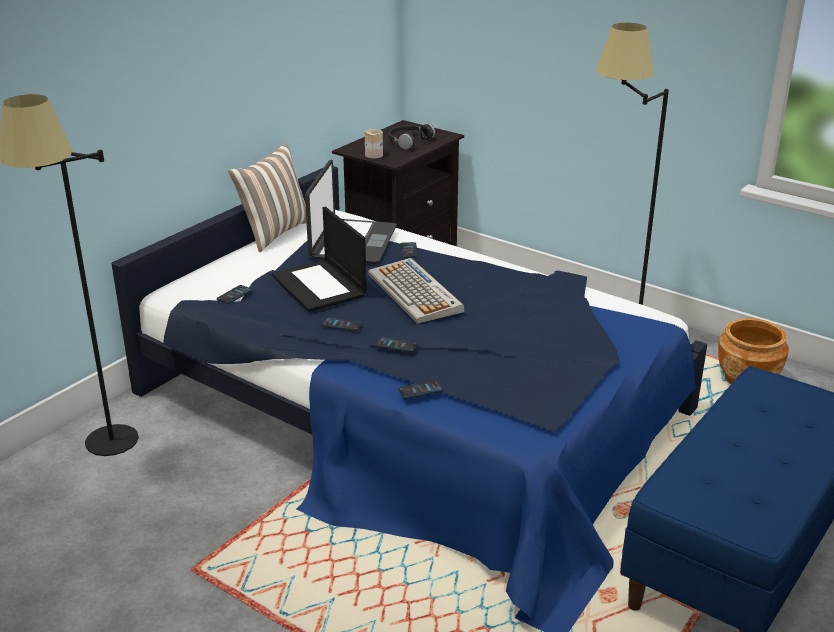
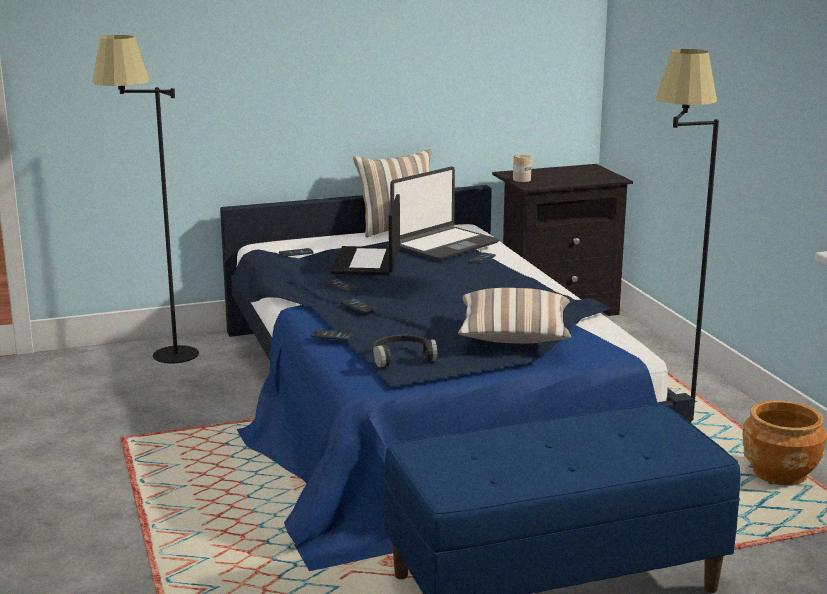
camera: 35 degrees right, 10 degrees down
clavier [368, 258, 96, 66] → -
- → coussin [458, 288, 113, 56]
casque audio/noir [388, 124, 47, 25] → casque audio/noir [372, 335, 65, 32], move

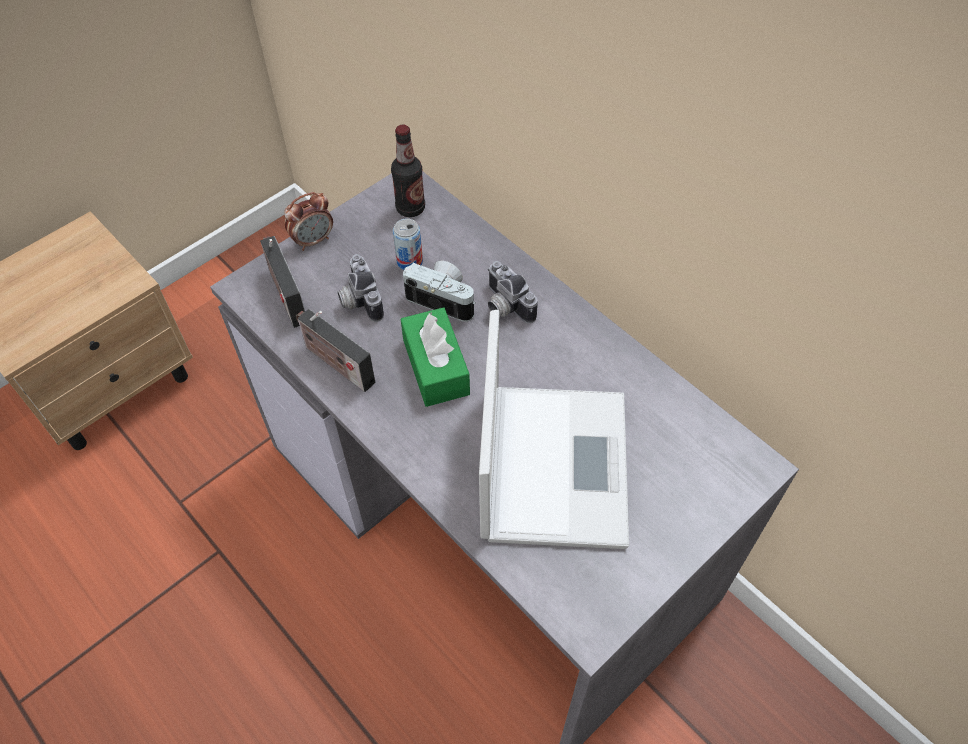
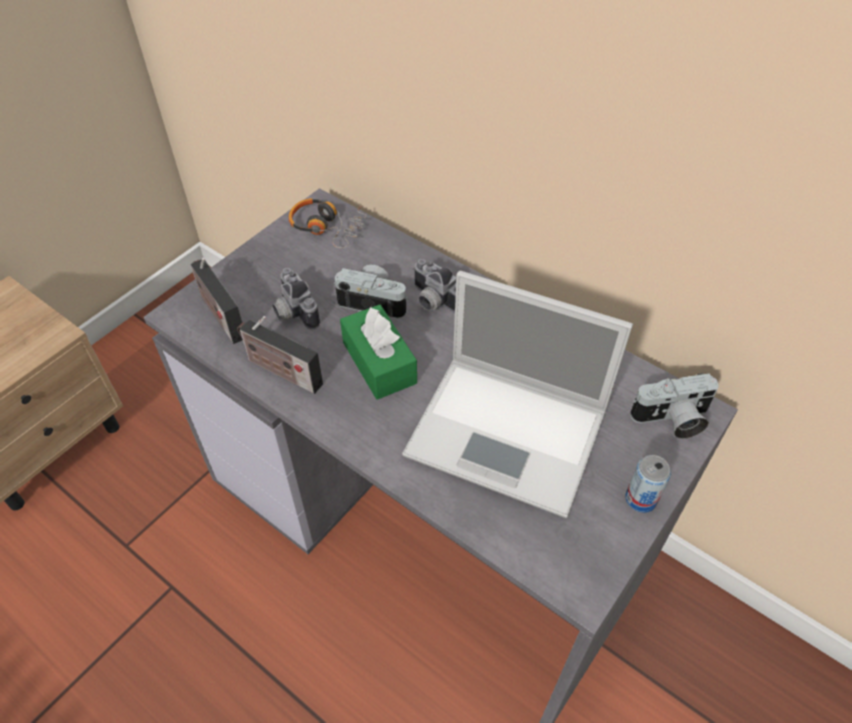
camera: 10 degrees left, 5 degrees down
réveil [284, 192, 49, 59] → -
- → appareil photo [630, 373, 89, 66]
boîte métallique [393, 218, 30, 52] → boîte métallique [625, 455, 46, 58], move
bouteille [391, 124, 34, 93] → casque audio [289, 198, 77, 50]
ordinateur portable [479, 310, 150, 239] → ordinateur portable [402, 271, 231, 247], 120 degrees clockwise

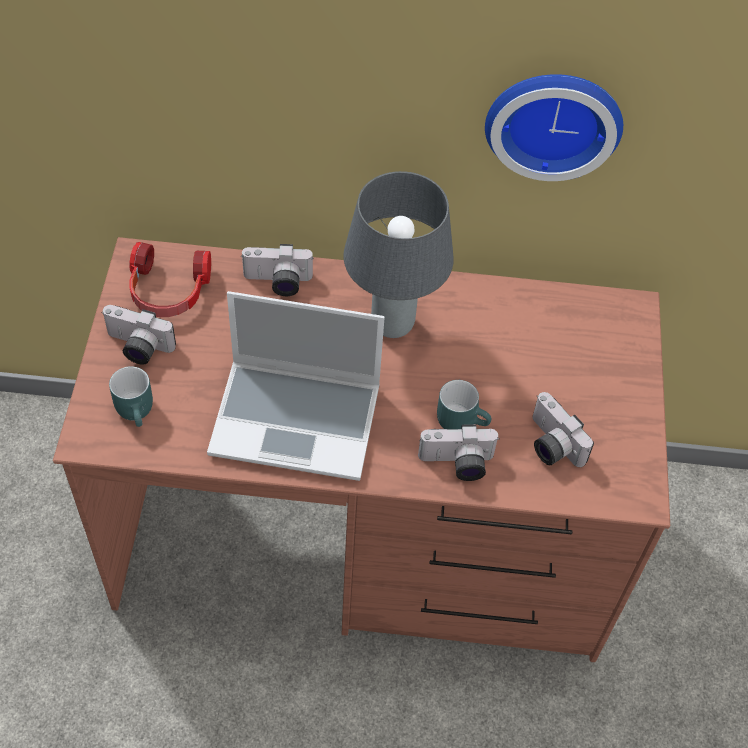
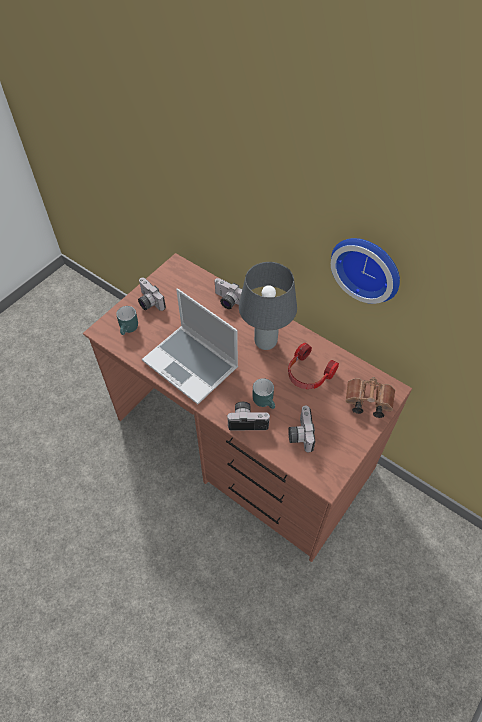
camera: 35 degrees right, 0 degrees up
- → jumelles/marron [346, 377, 49, 41]
casque audio [129, 242, 82, 75] → casque audio [288, 343, 51, 46], move
appareil photo [418, 424, 82, 57] → appareil photo [227, 402, 43, 29], 150 degrees clockwise

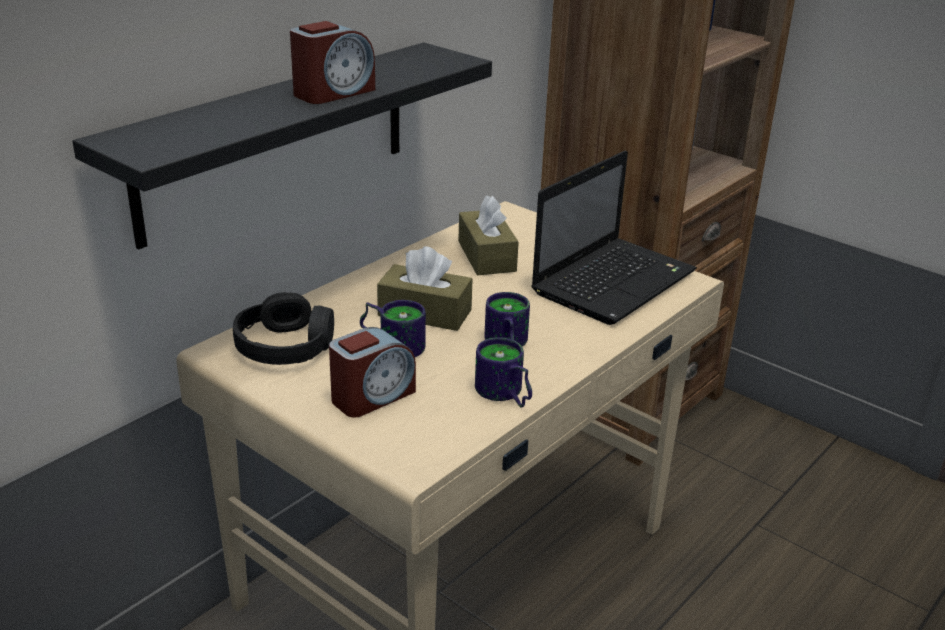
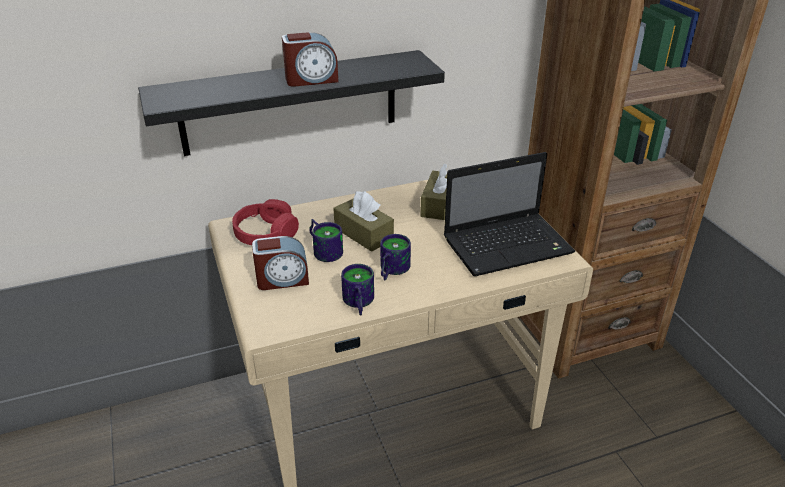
camera: 30 degrees right, 5 degrees up
casque audio/noir [233, 292, 101, 73] → casque audio/rouge [232, 199, 67, 46]

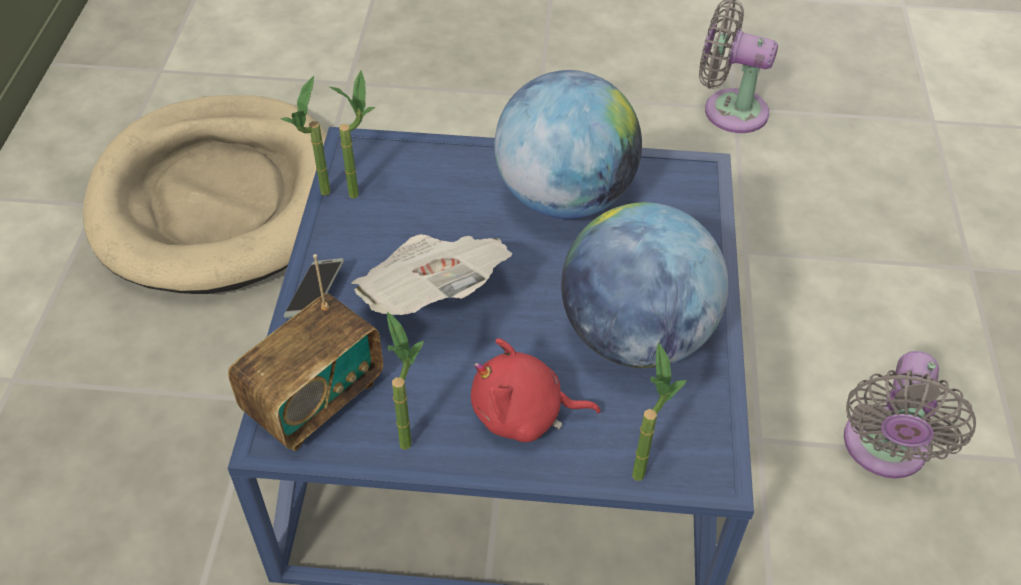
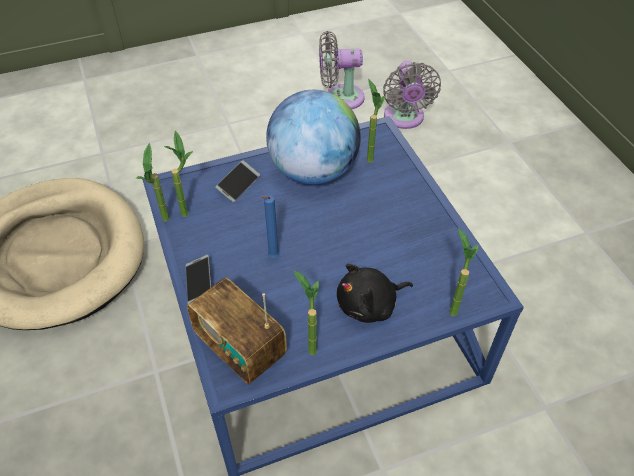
camera: 25 degrees left, 0 degrees up
globe [561, 202, 167, 166] → -
- → téléphone [215, 160, 45, 42]
- → plante en pot [367, 79, 19, 84]
ventilateur/gris [844, 351, 132, 127] → ventilateur/gris [383, 61, 58, 68], move
journal [351, 234, 161, 81] → bougie/bleu [260, 196, 19, 62]
peluche/rouge [471, 338, 129, 104] → peluche/noir [337, 264, 76, 59]
radio [228, 254, 155, 197] → radio [187, 277, 100, 107], 120 degrees clockwise

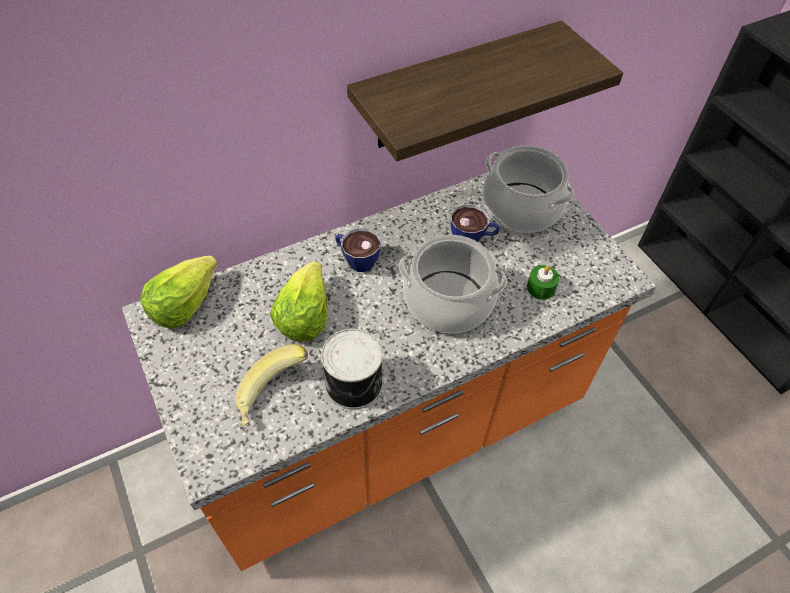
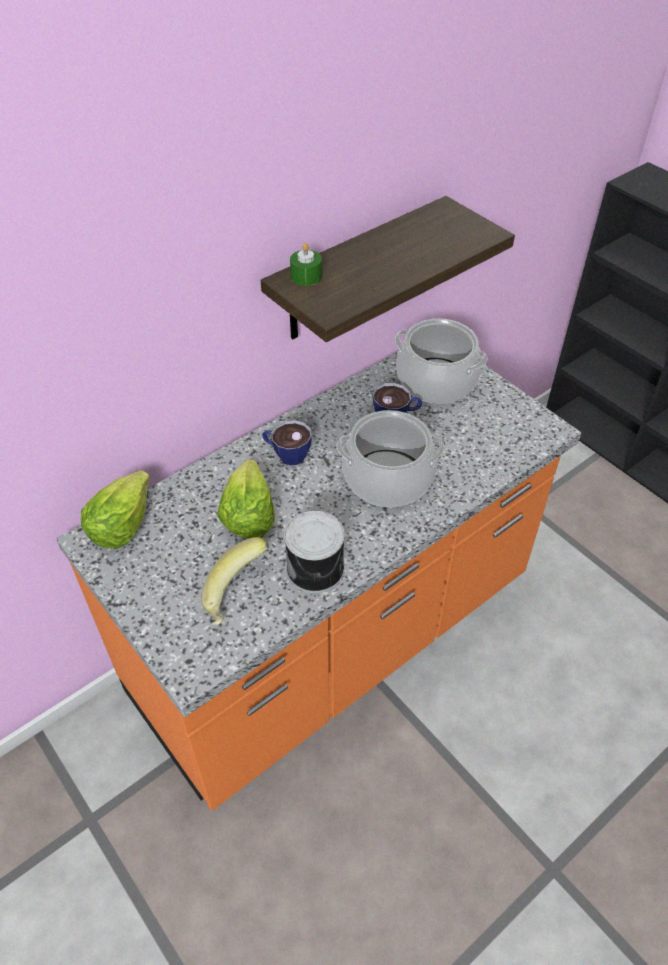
camera: 10 degrees left, 5 degrees down
bougie/vert [527, 265, 32, 35] → bougie/vert [290, 243, 32, 43], move

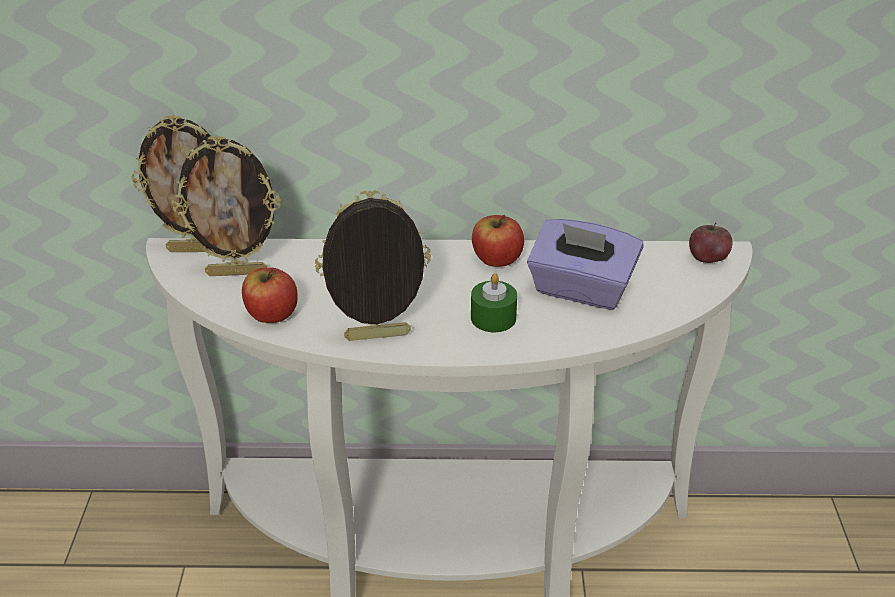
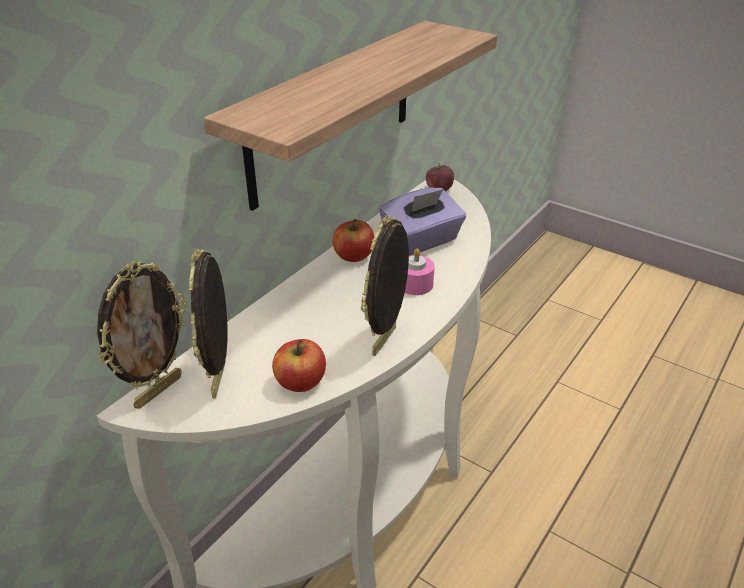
camera: 55 degrees left, 0 degrees up
- → étagère [204, 21, 293, 190]
bougie/vert [471, 273, 46, 59] → bougie/rose [405, 249, 30, 46]
cadre photo [171, 135, 110, 141] → cadre photo [189, 249, 38, 150], 150 degrees clockwise

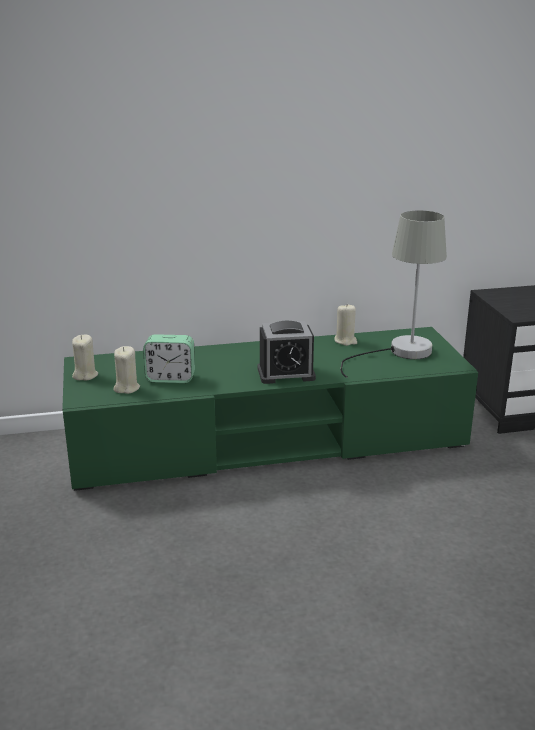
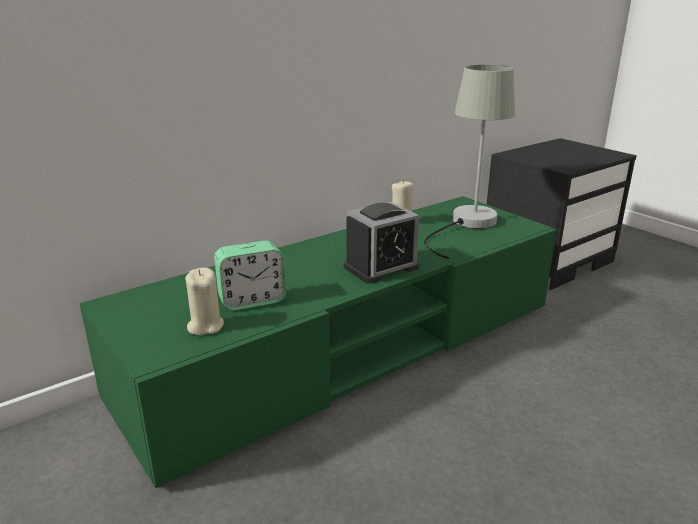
camera: 25 degrees left, 0 degrees up
bougie/beige [72, 335, 26, 46] → -

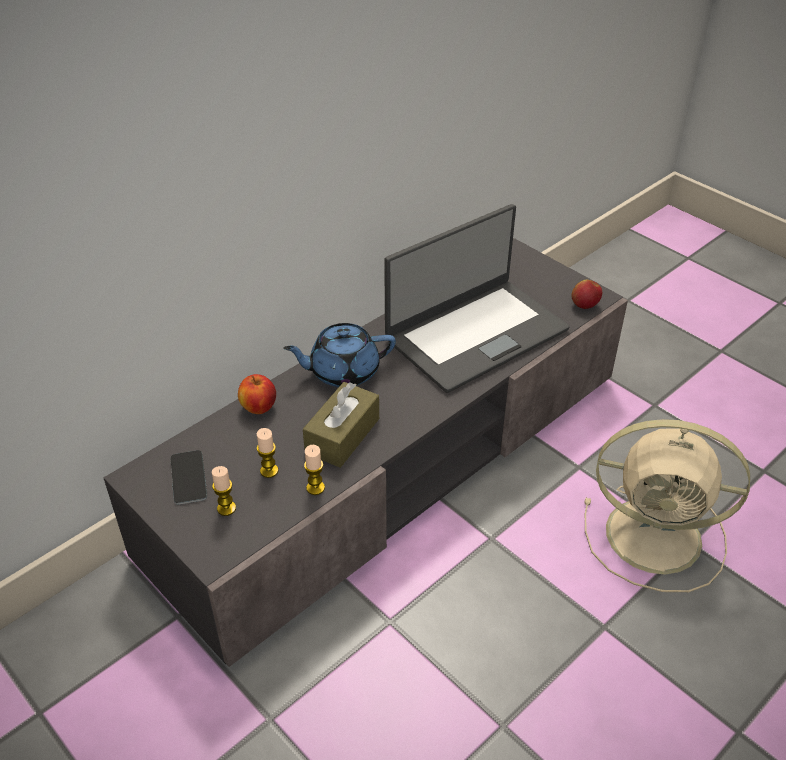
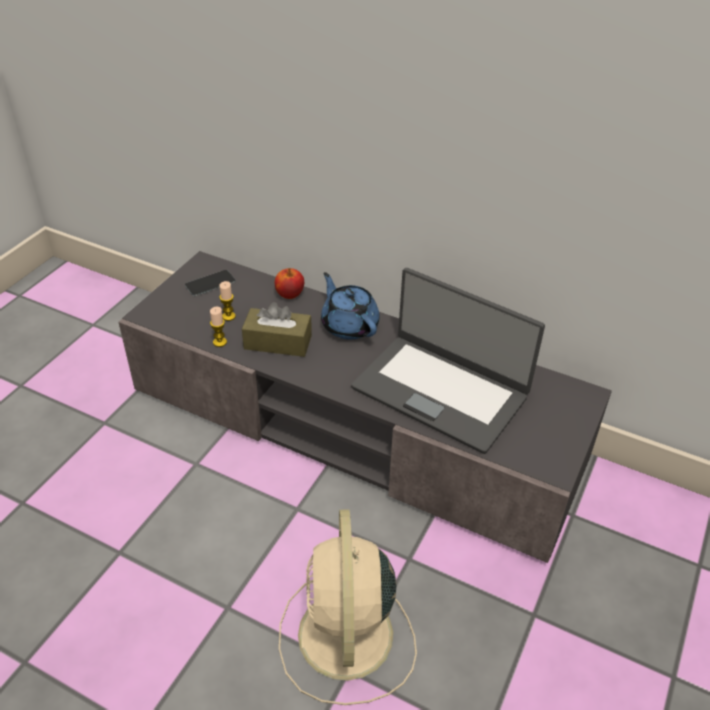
camera: 70 degrees right, 0 degrees up
bougie [212, 466, 24, 50] → -
pomme [571, 280, 31, 29] → -

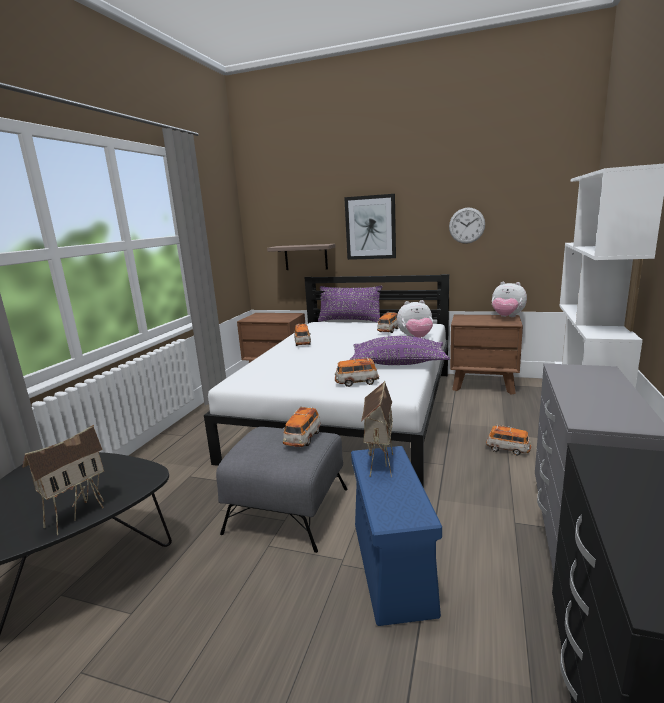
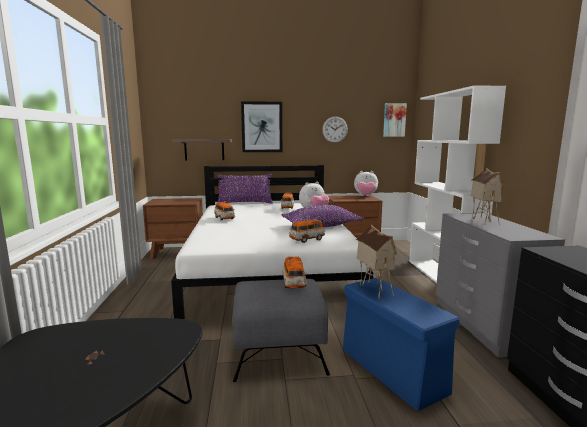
camera: 25 degrees left, 5 degrees down
petite voiture [486, 425, 45, 30] → -
- → tableau [383, 103, 24, 34]
maison miniature [23, 425, 81, 110] → maison miniature [470, 168, 34, 57], move

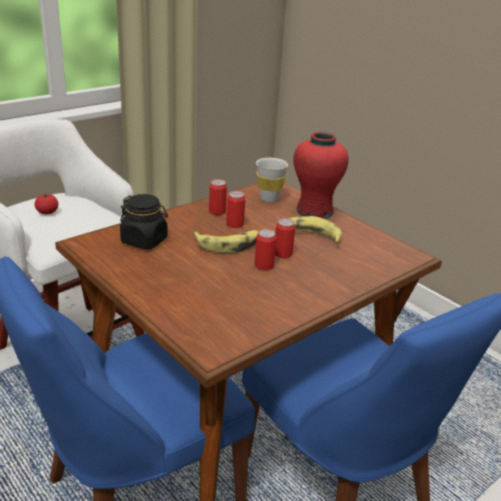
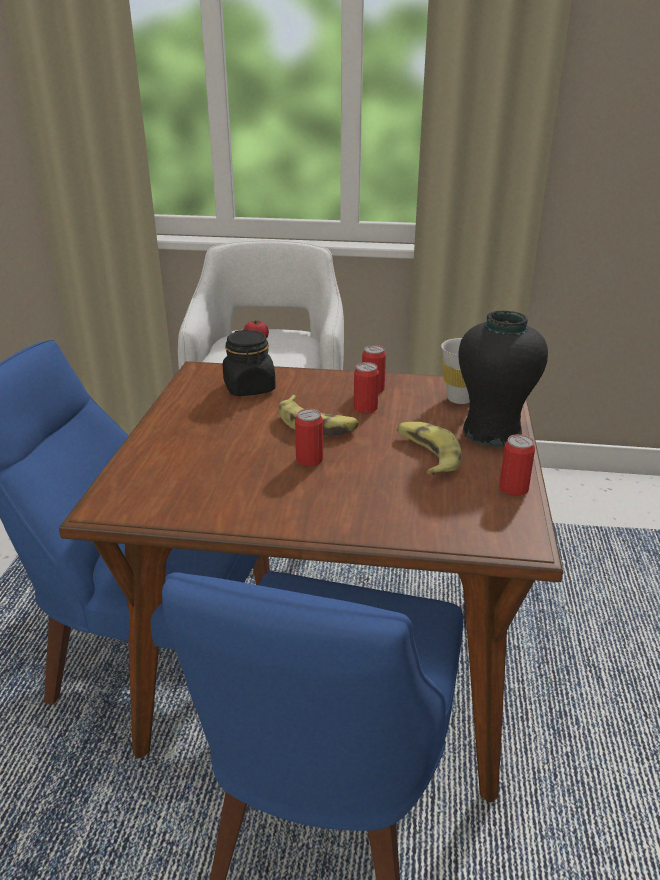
camera: 50 degrees right, 0 degrees up
boîte métallique [275, 218, 20, 40] → boîte métallique [499, 434, 36, 62], move
vase/rouge [293, 132, 56, 87] → vase/noir [459, 311, 89, 136]

